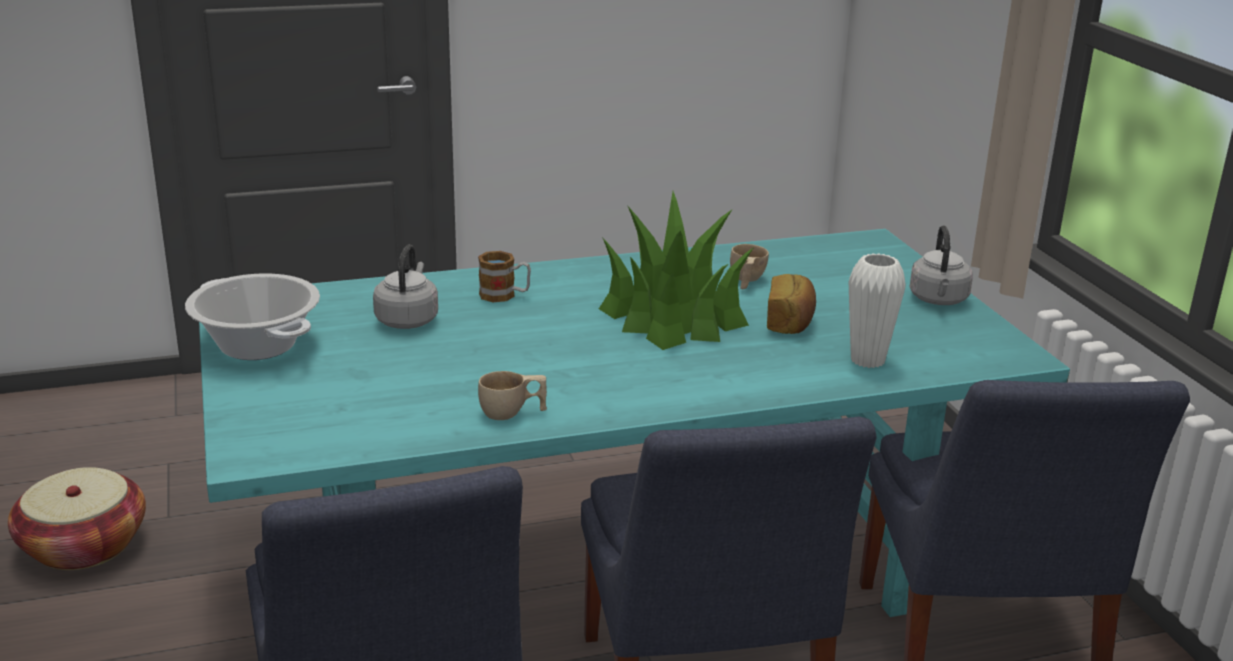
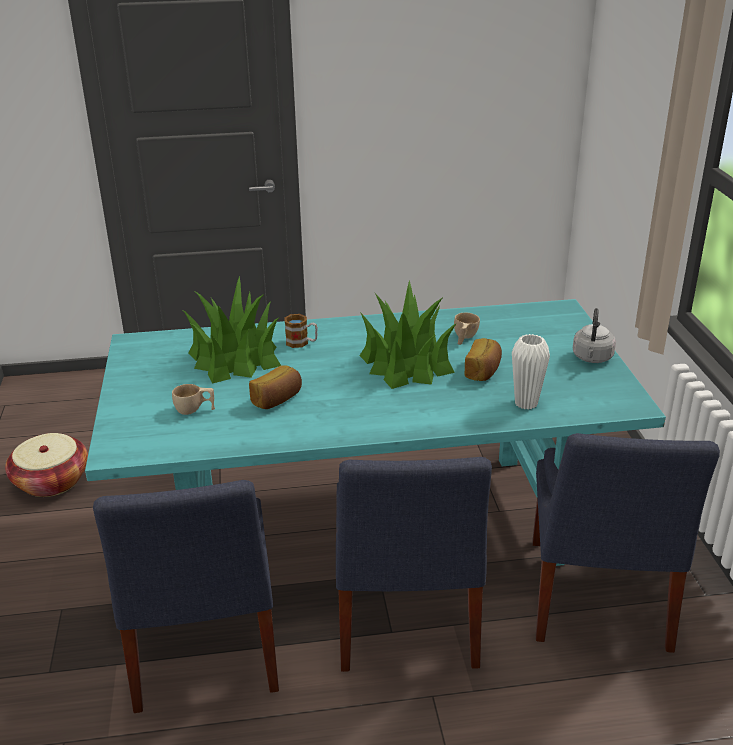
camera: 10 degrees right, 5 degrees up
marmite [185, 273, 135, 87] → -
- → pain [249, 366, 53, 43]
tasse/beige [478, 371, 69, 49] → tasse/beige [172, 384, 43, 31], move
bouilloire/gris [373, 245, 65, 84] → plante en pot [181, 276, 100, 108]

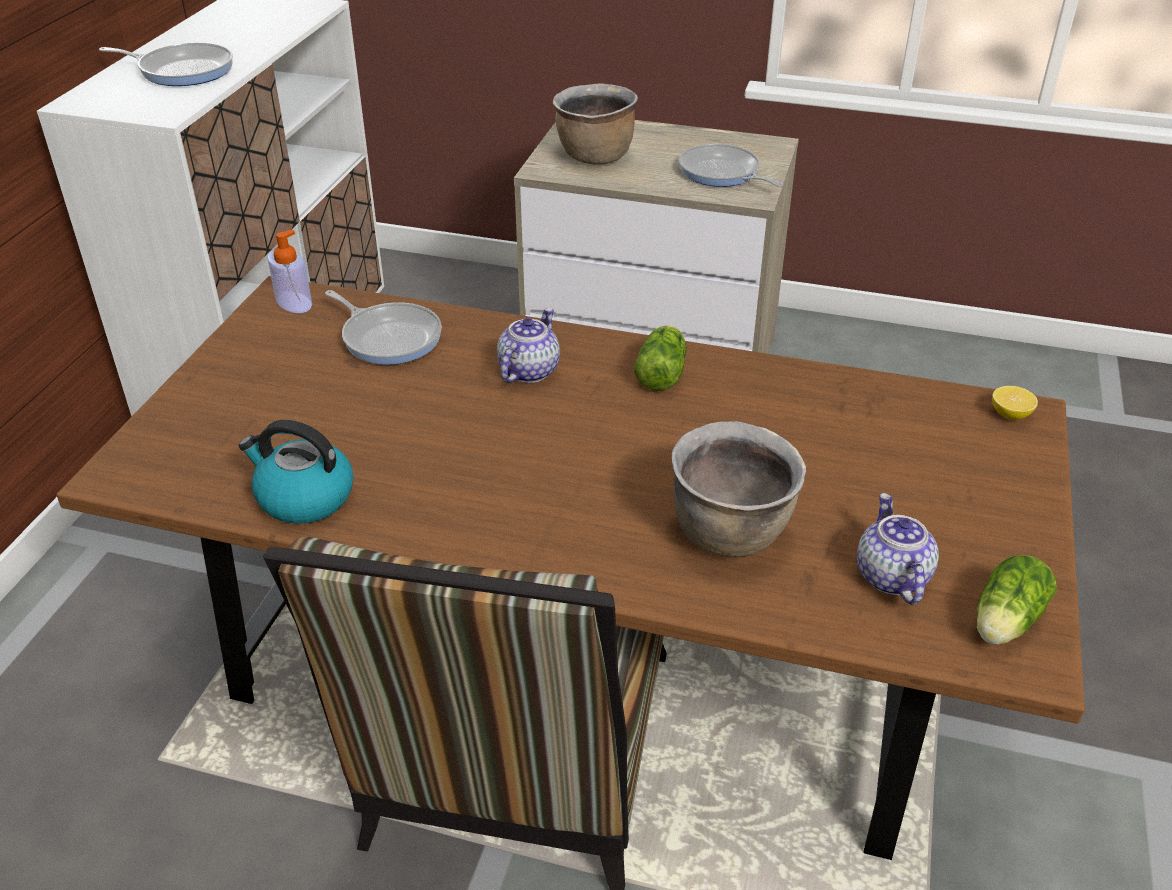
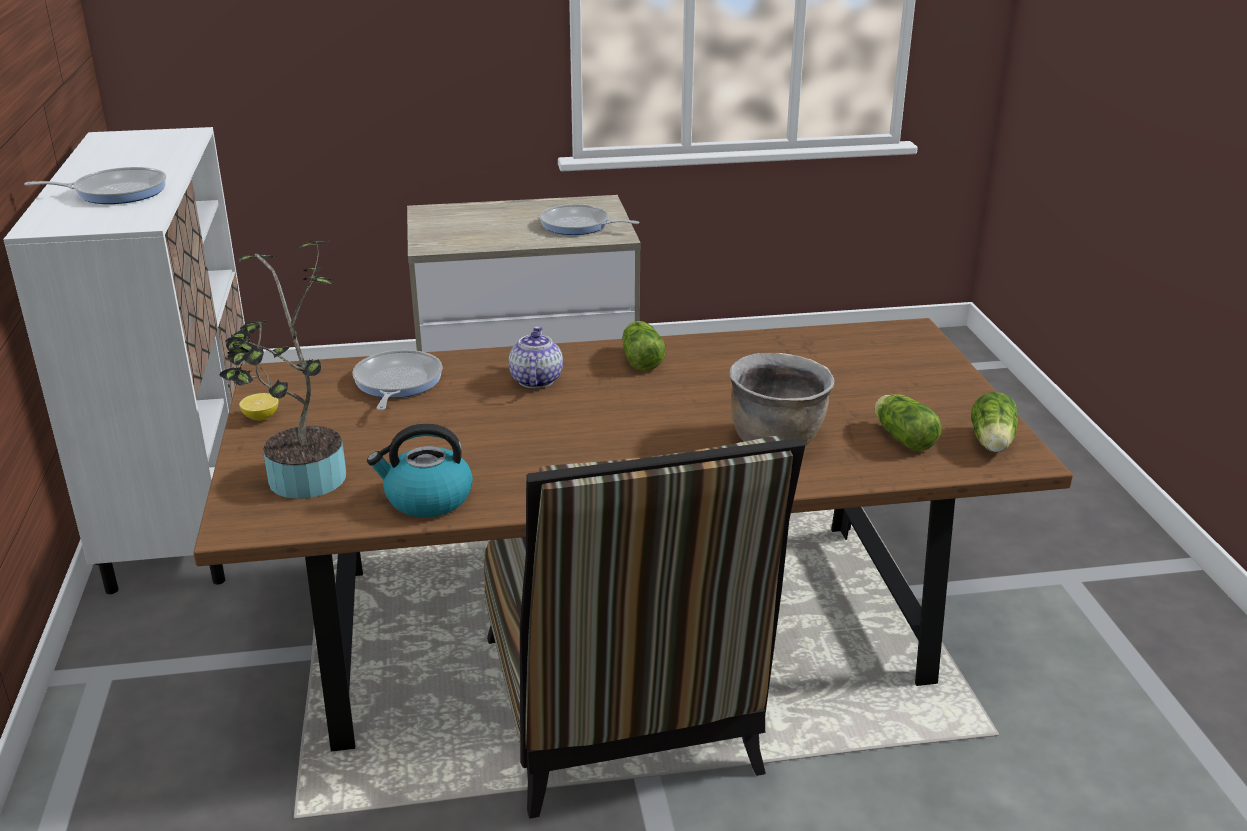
camera: 25 degrees left, 10 degrees down
distributeur de savon [267, 230, 45, 83] → -
marmite/marron [553, 83, 85, 82] → -
- → plante en pot [219, 241, 127, 258]
citron [992, 386, 46, 34] → citron [239, 393, 40, 28], move
théière [857, 493, 82, 112] → laitue [875, 394, 67, 57]
poêle [325, 290, 117, 75] → poêle [352, 350, 91, 60], 105 degrees counterclockwise

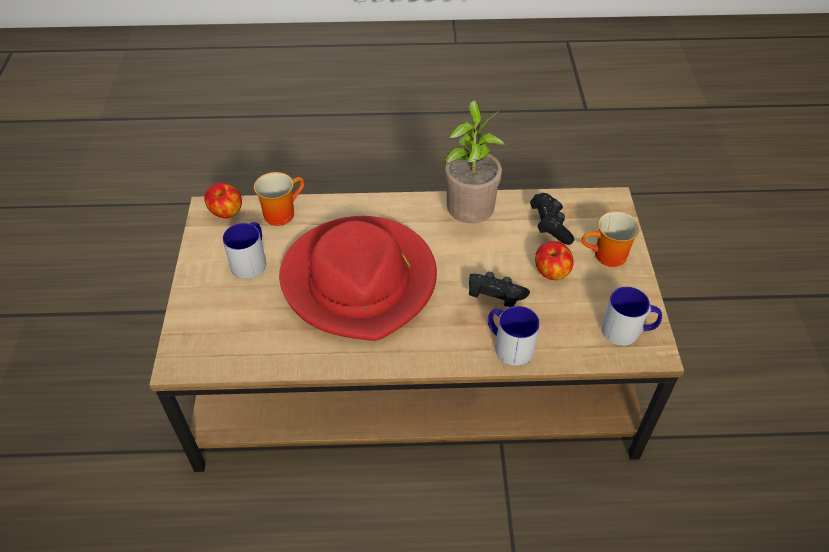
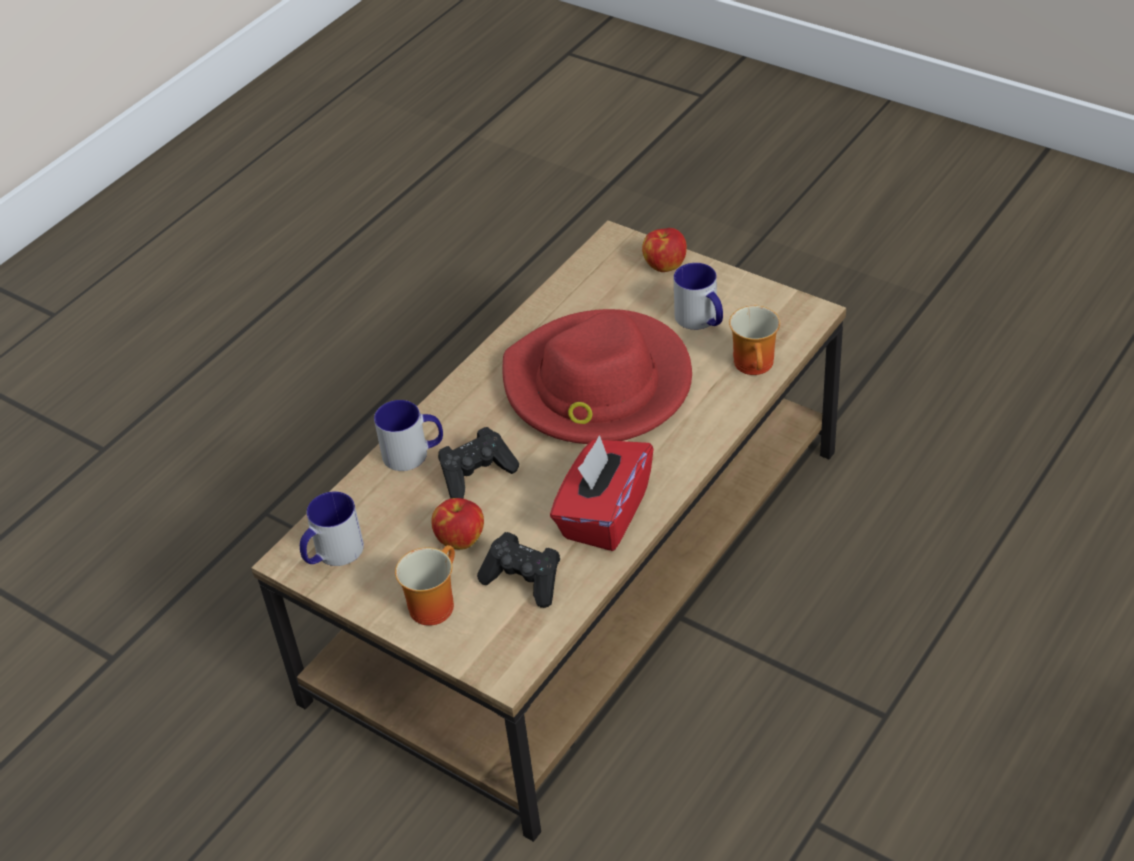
camera: 130 degrees right, 5 degrees down
pomme [204, 182, 38, 36] → pomme [642, 228, 45, 44], move
plante en pot [444, 100, 62, 123] → boîte à mouchoirs/rouge [550, 435, 104, 116]

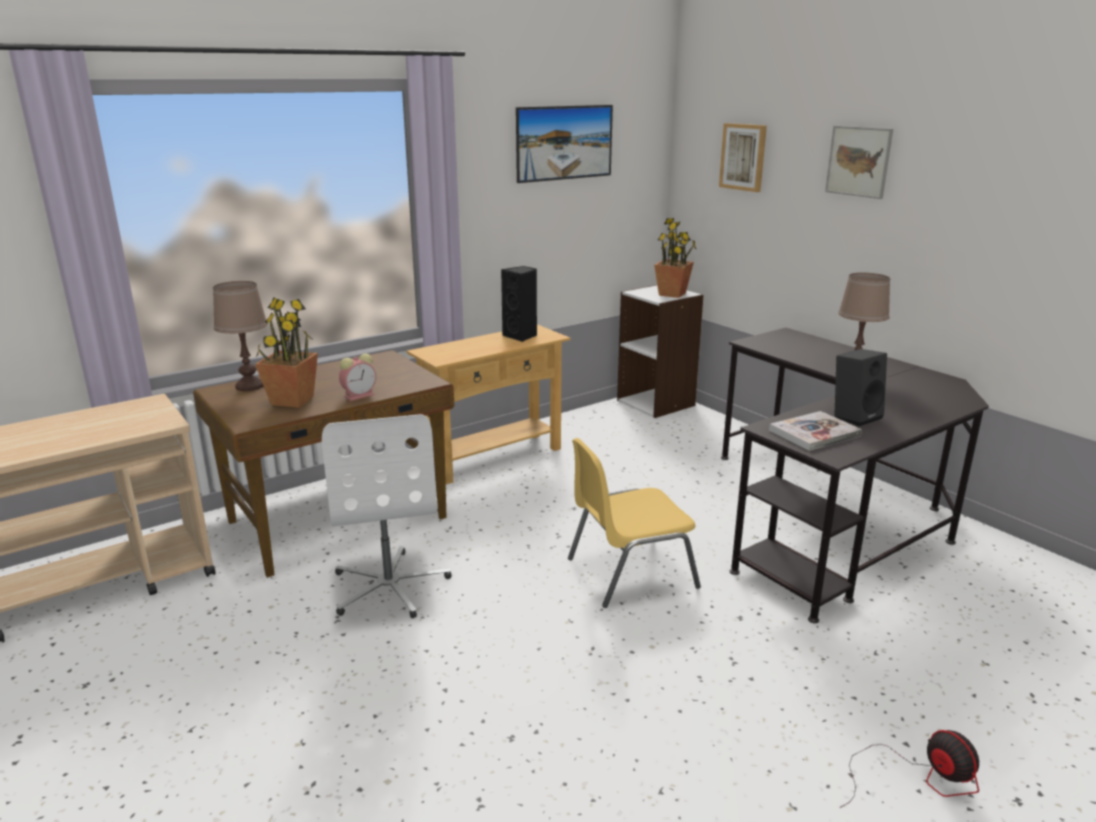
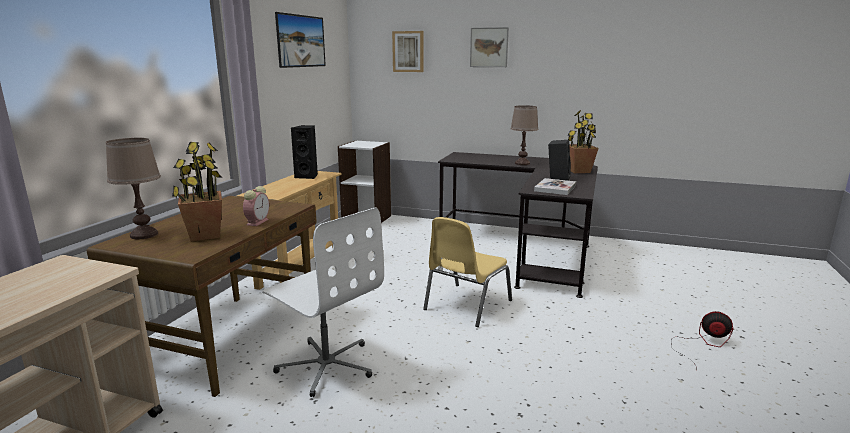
camera: 35 degrees left, 5 degrees down
plante en pot [654, 218, 42, 80] → plante en pot [567, 110, 32, 63], move

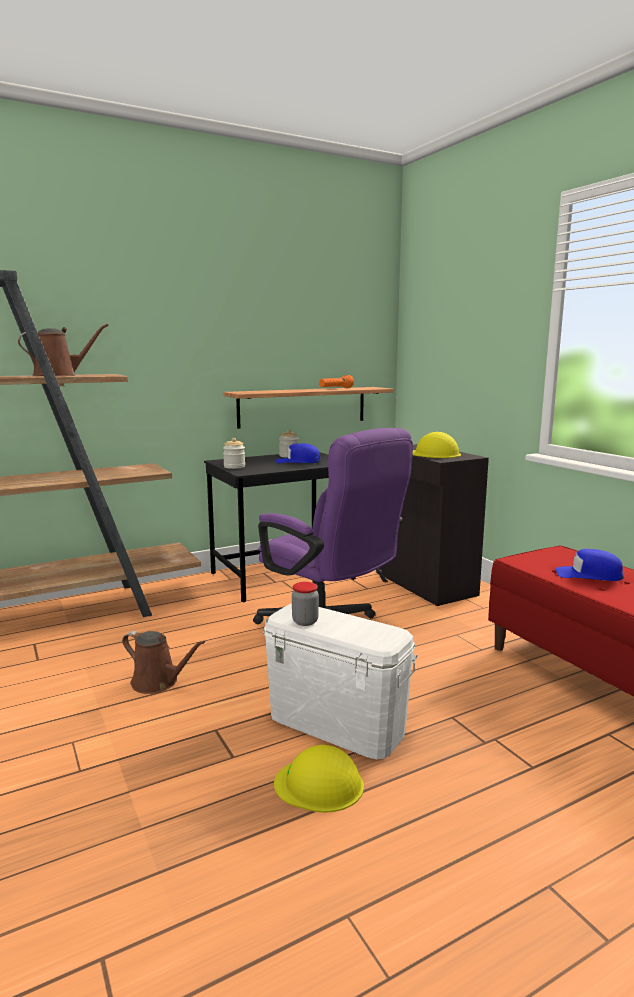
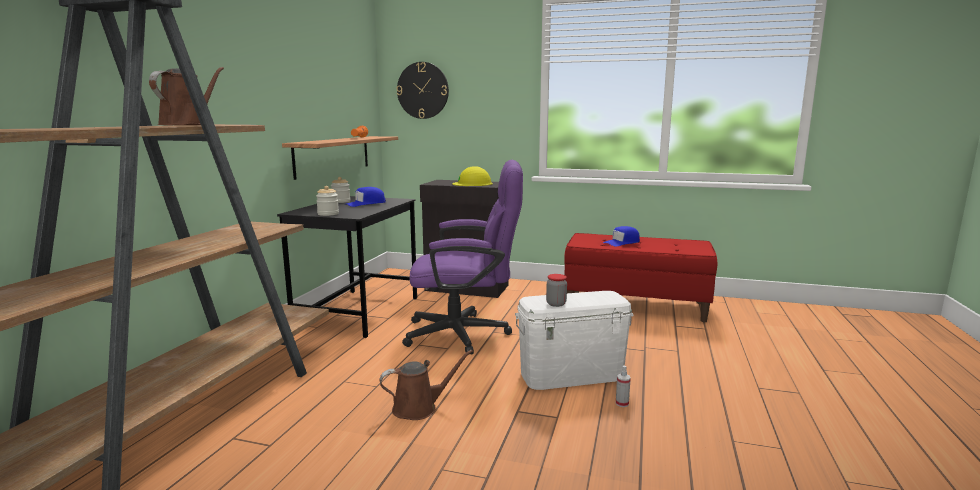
camera: 45 degrees left, 0 degrees up
- → horloge murale [396, 62, 53, 57]
casque de chantier/jaune [274, 745, 90, 68] → vaporisateur [616, 366, 15, 41]

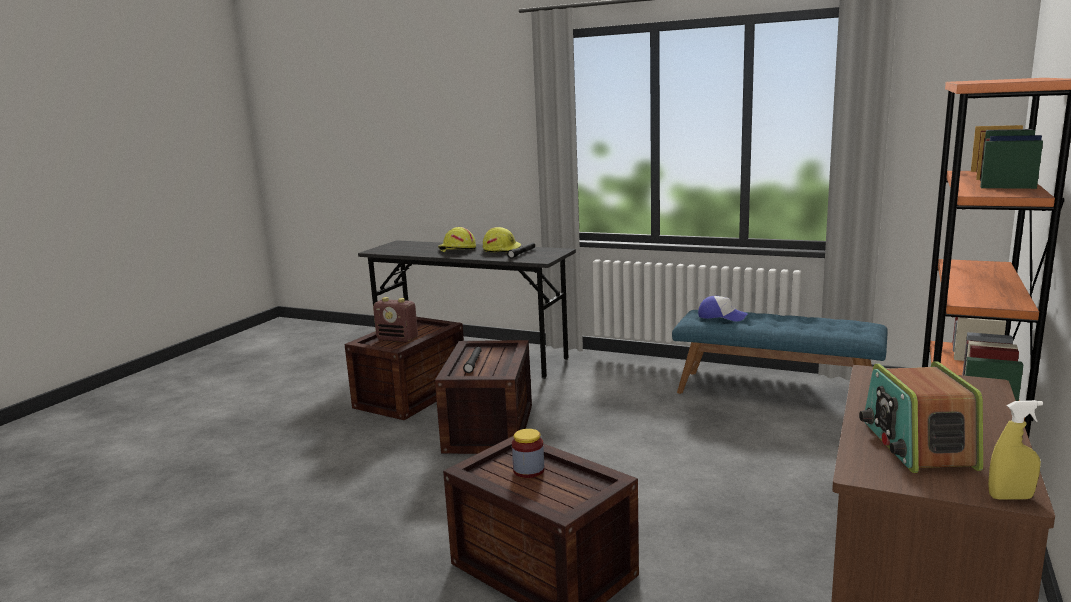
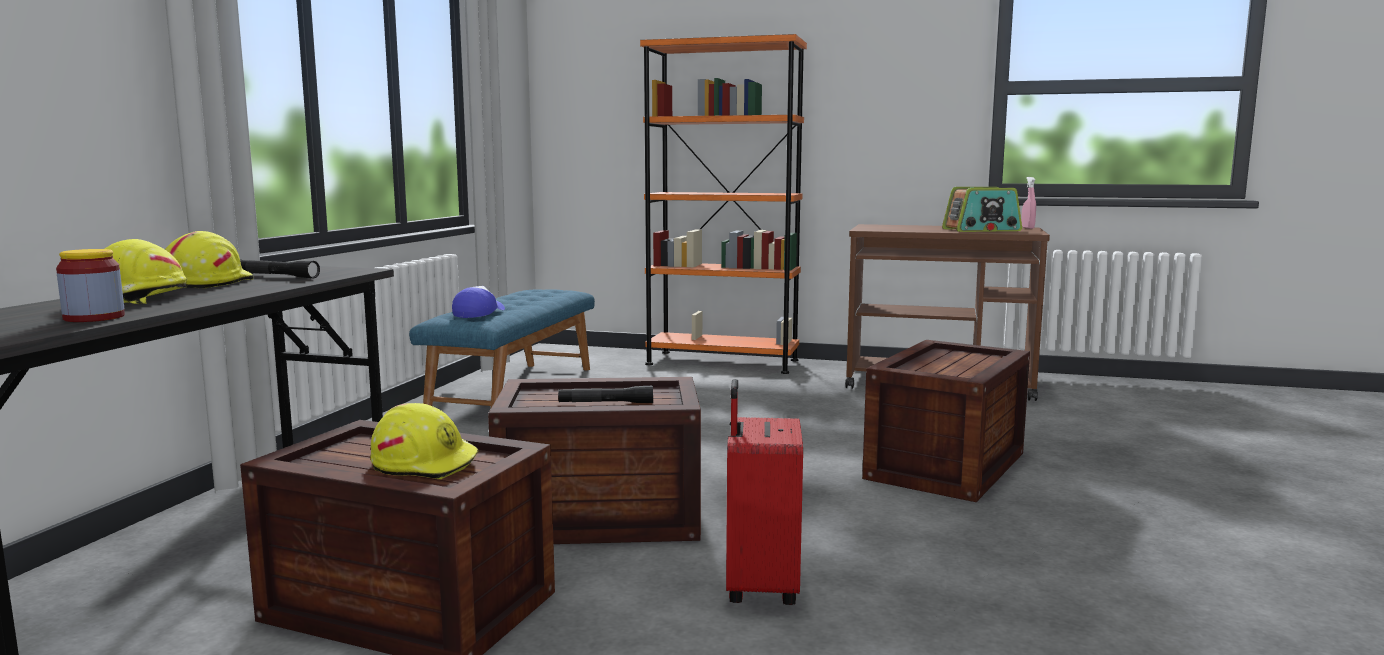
camera: 100 degrees left, 5 degrees down
- → valise/rouge [726, 379, 77, 226]
bocal [512, 429, 32, 49] → bocal [56, 249, 69, 73], move
radio [373, 297, 45, 45] → casque de chantier/jaune [370, 403, 109, 76]
vaporisateur/jaune [988, 400, 55, 99] → vaporisateur/rose [1021, 177, 15, 52]

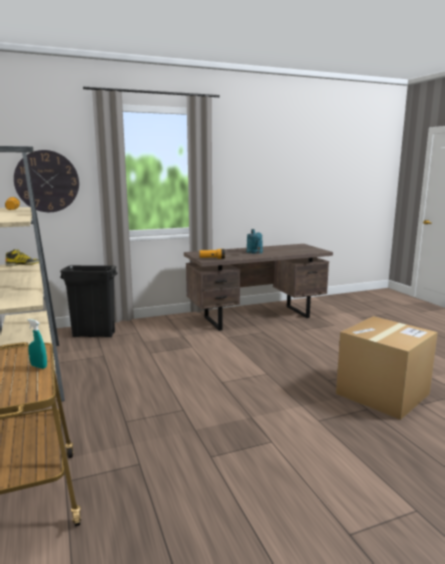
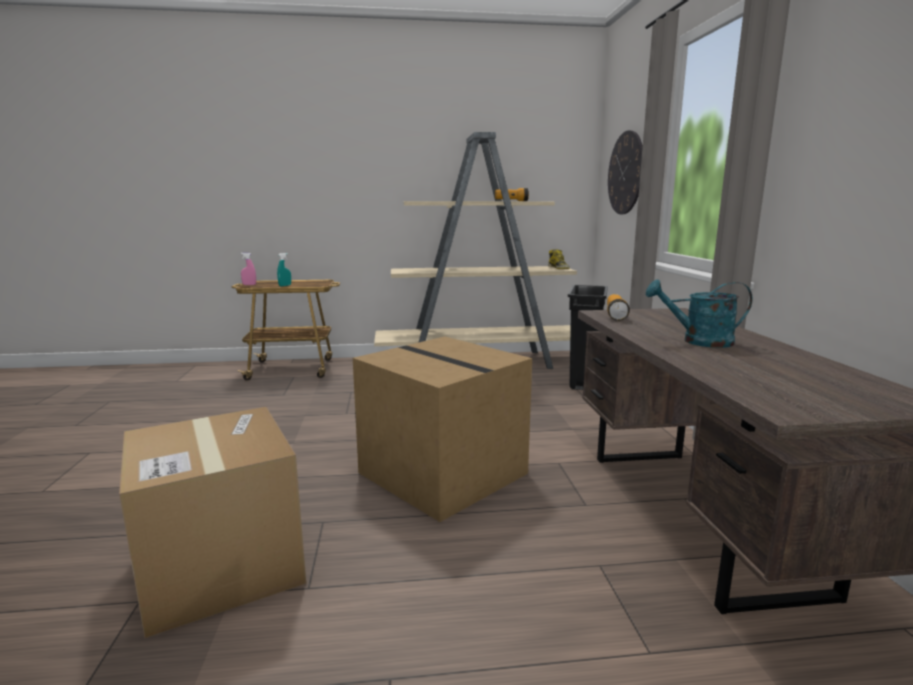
camera: 105 degrees right, 0 degrees up
- → vaporisateur/rose [241, 253, 15, 32]
- → carton [353, 337, 179, 185]

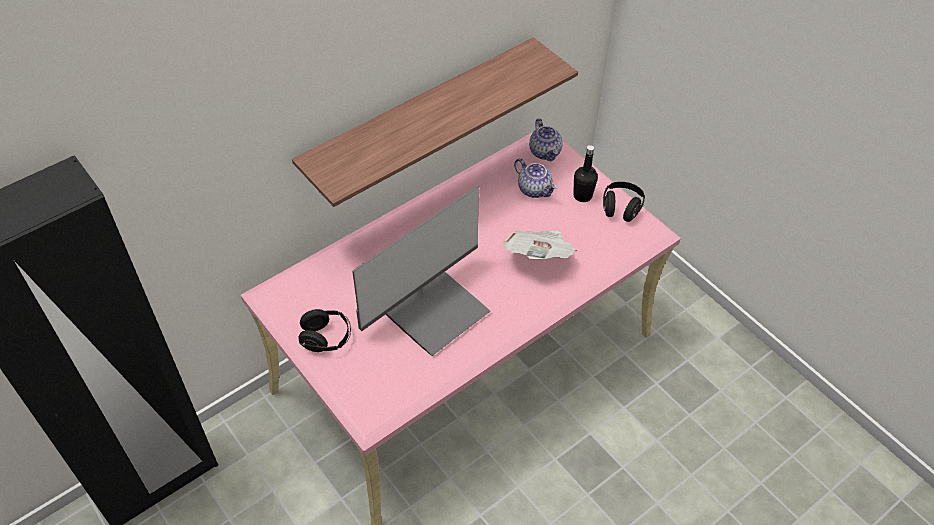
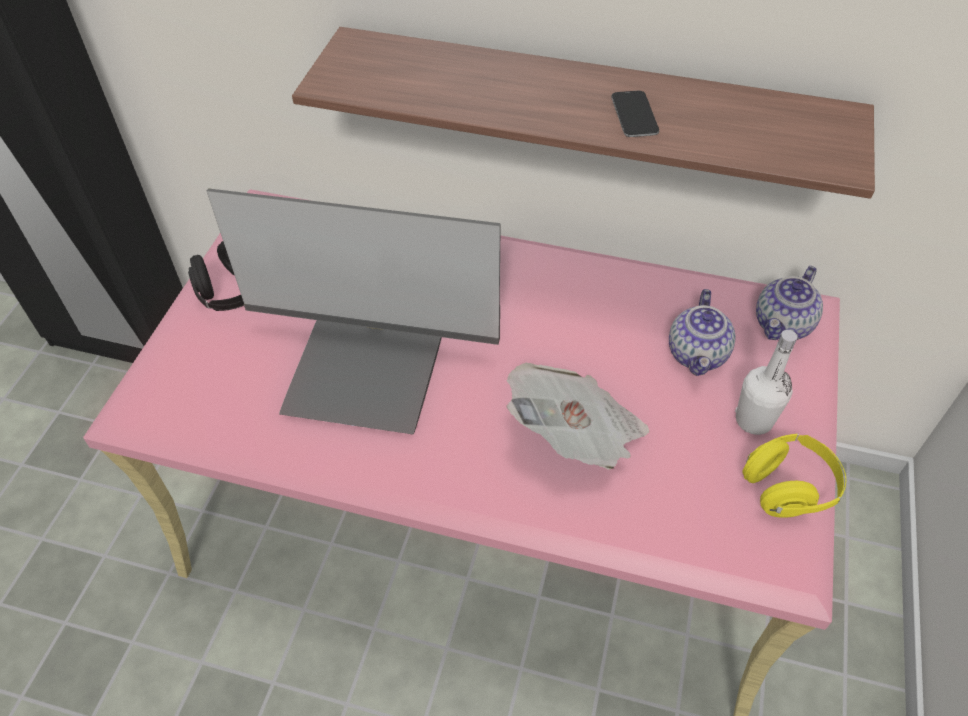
camera: 55 degrees right, 0 degrees up
- → téléphone [611, 91, 48, 46]
bouteille/noir [573, 145, 25, 57] → bouteille/blanc [735, 330, 62, 105]
casque audio/noir [603, 182, 42, 40] → casque audio/jaune [742, 434, 104, 84]

